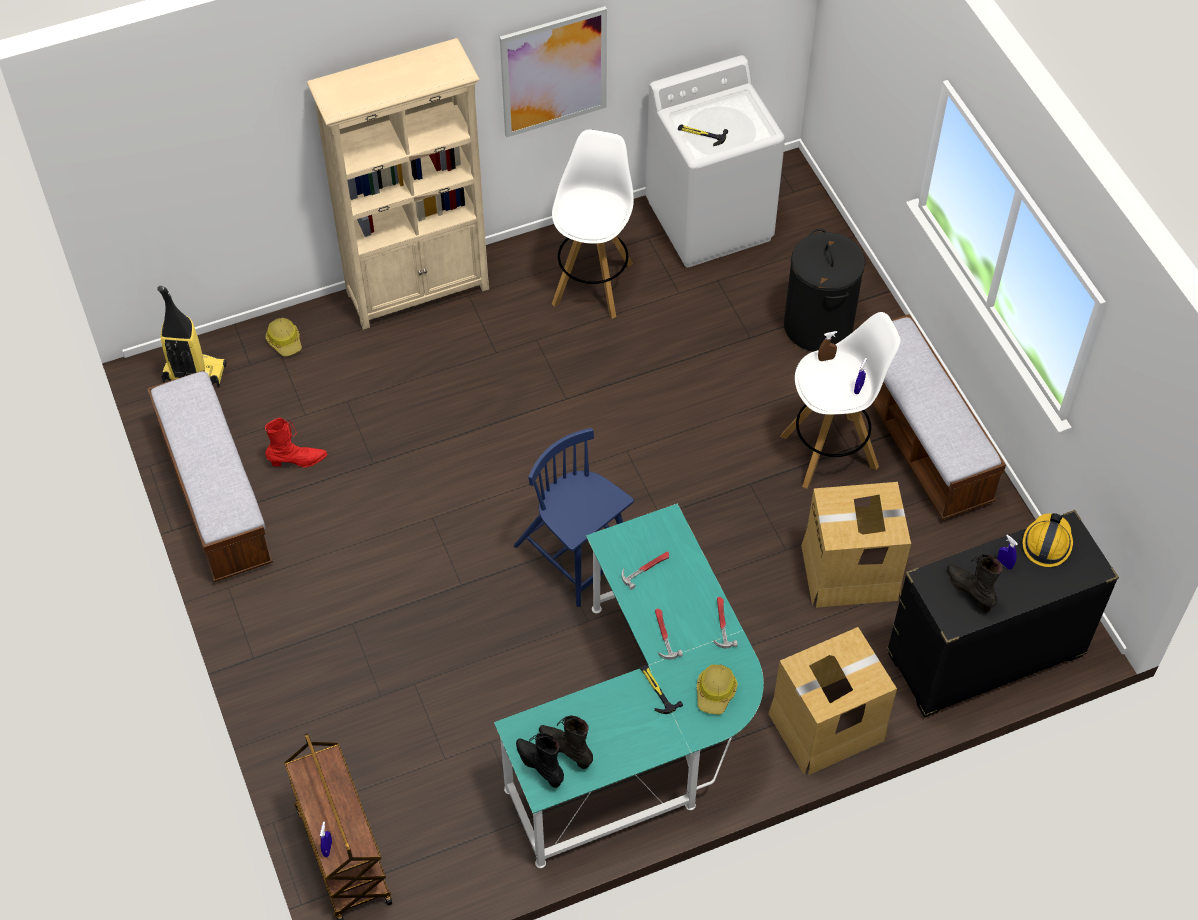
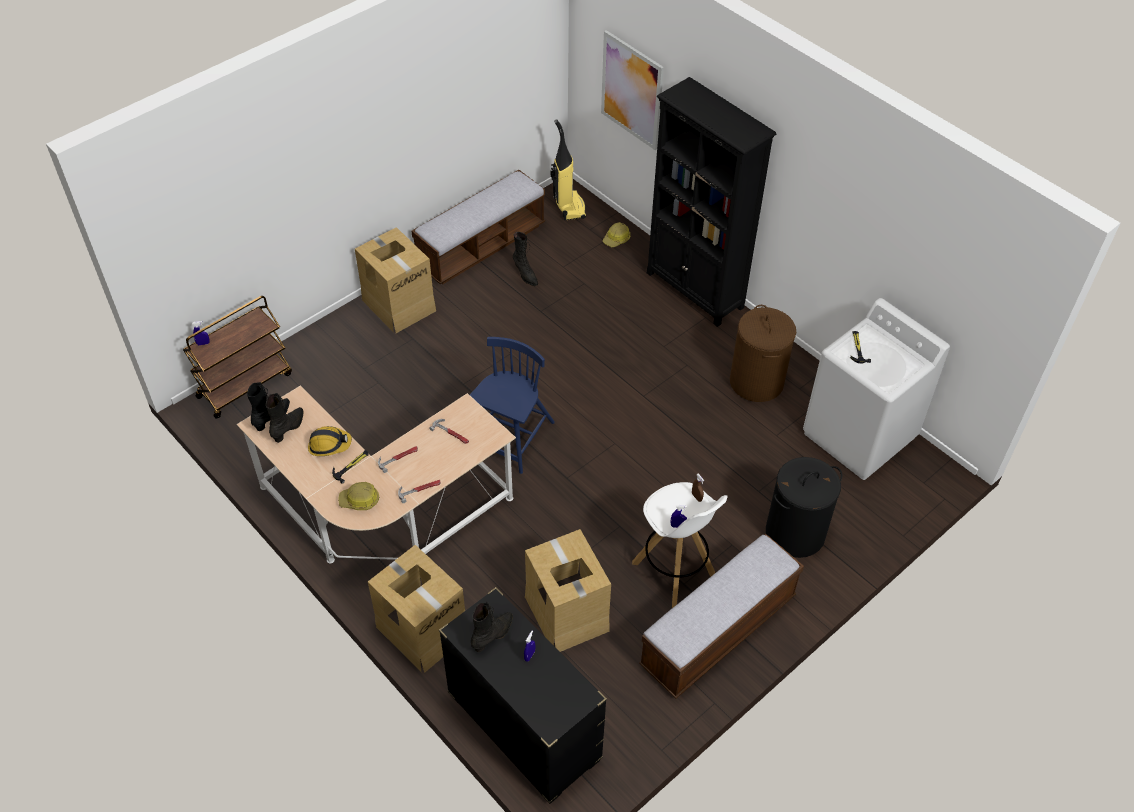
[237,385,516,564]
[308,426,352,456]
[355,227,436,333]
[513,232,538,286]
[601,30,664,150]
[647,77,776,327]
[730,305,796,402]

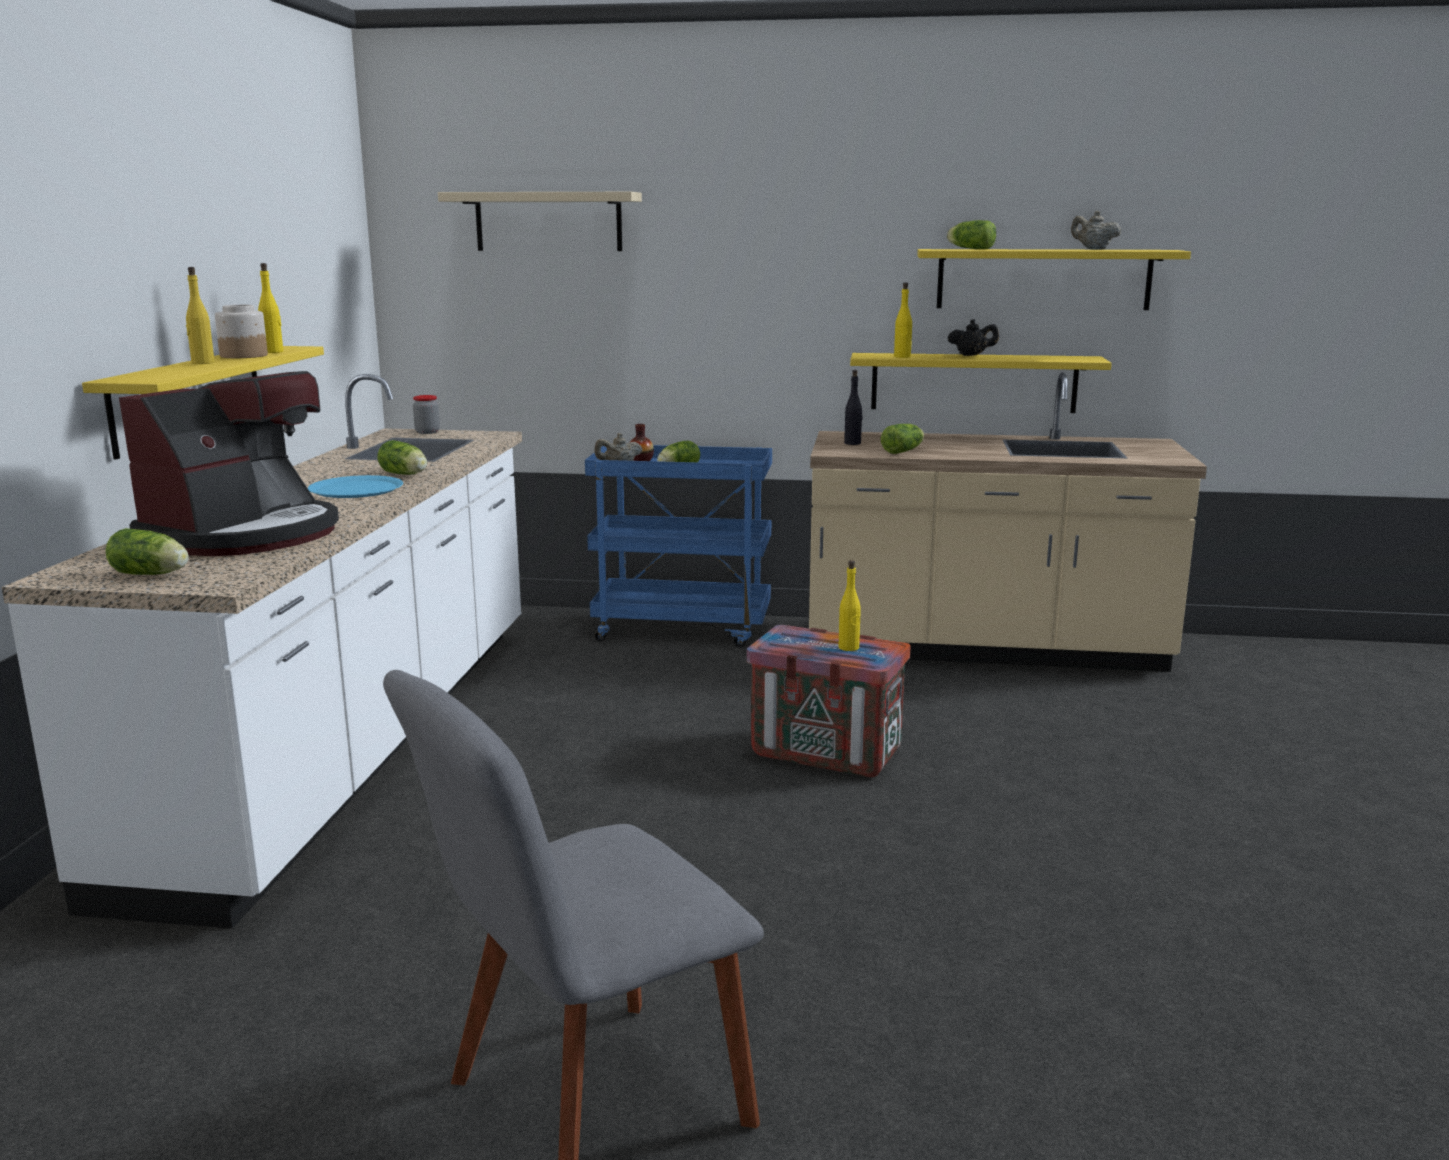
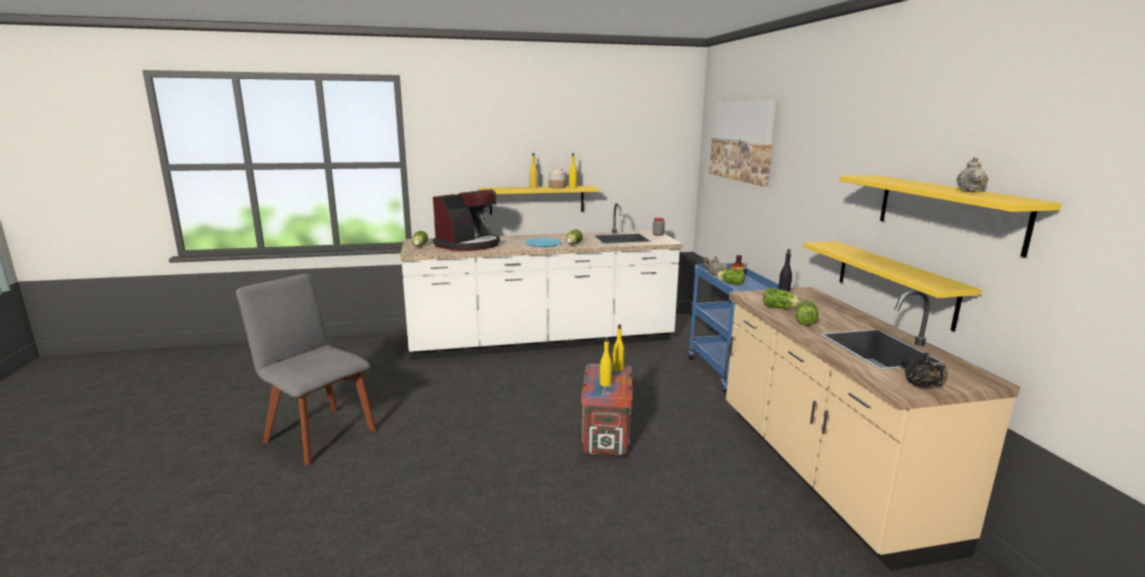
[433,190,500,251]
[613,324,624,371]
[709,101,777,186]
[795,300,819,325]
[900,353,948,388]

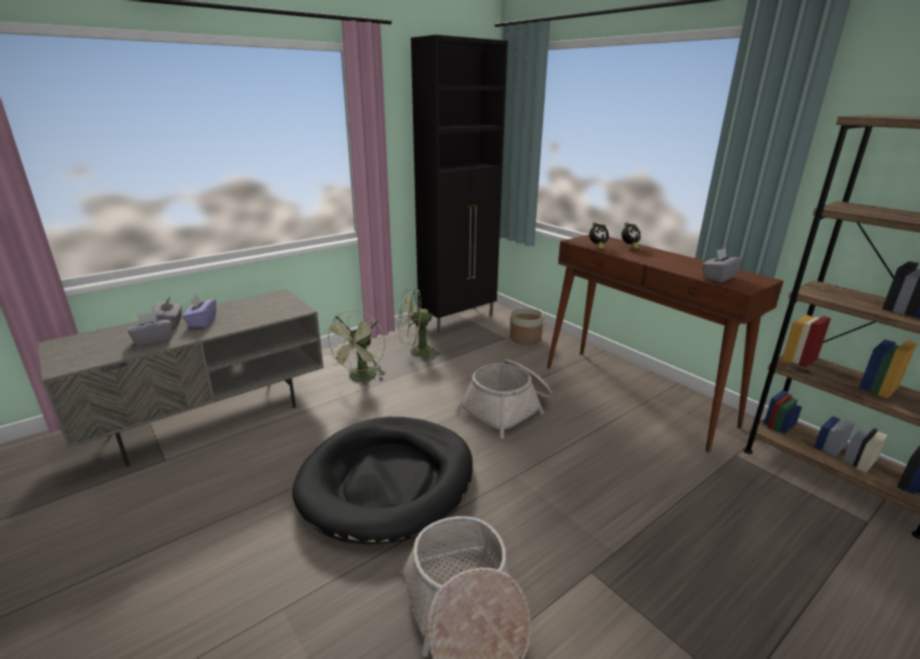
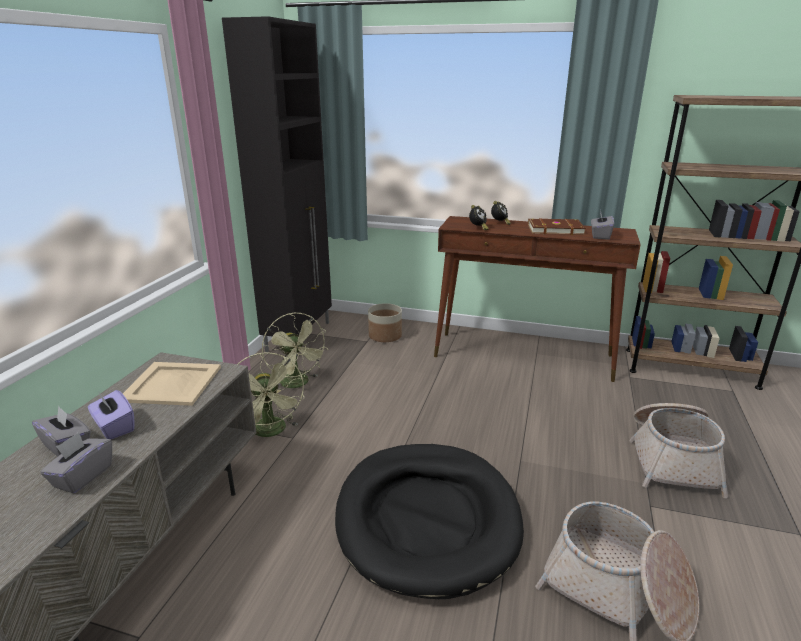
[123,362,221,406]
[262,313,328,394]
[528,218,586,235]
[629,403,728,498]

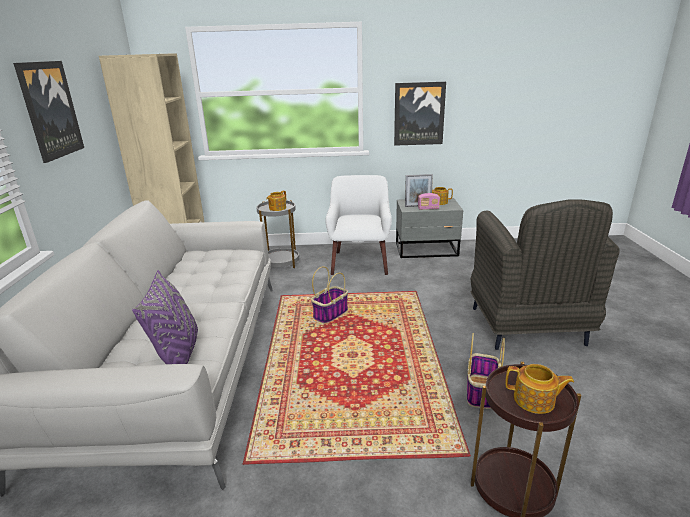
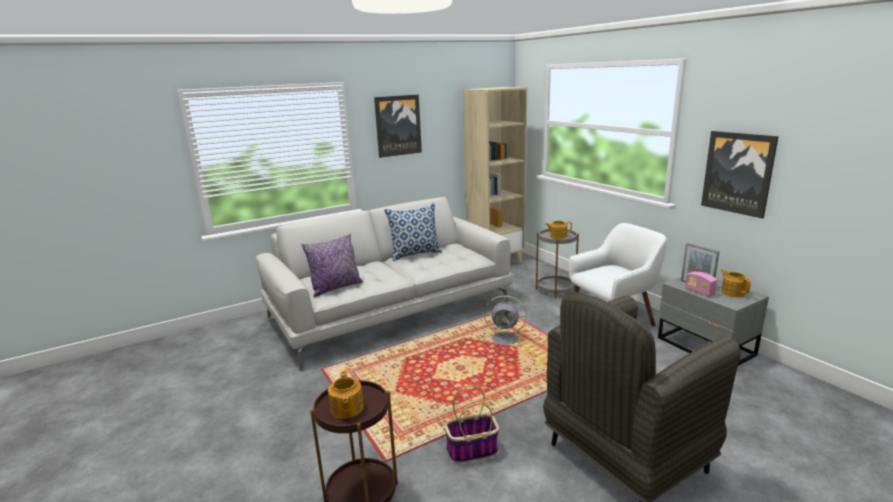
[384,202,442,261]
[484,295,527,347]

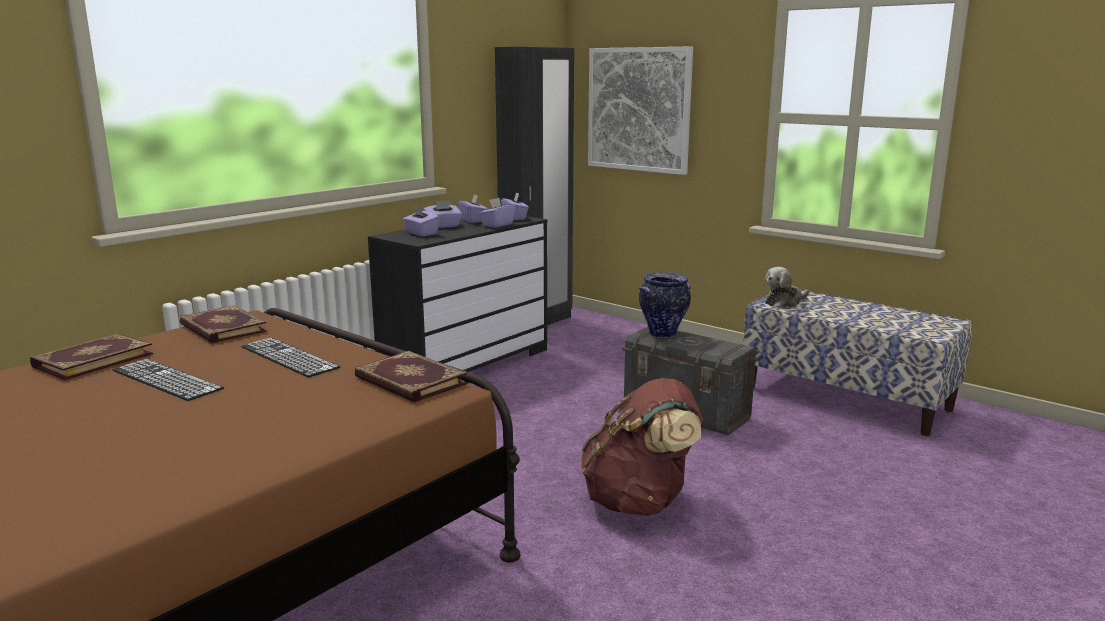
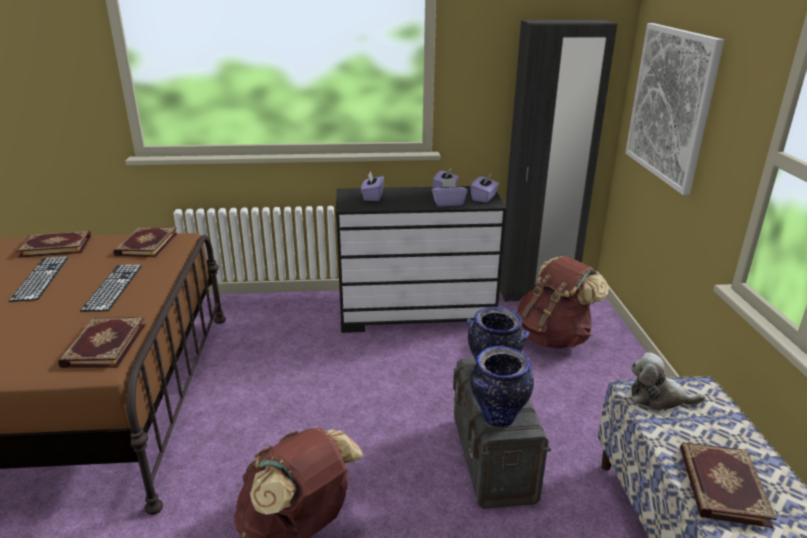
[470,346,534,427]
[517,256,609,349]
[680,442,777,528]
[424,200,462,228] (first image)

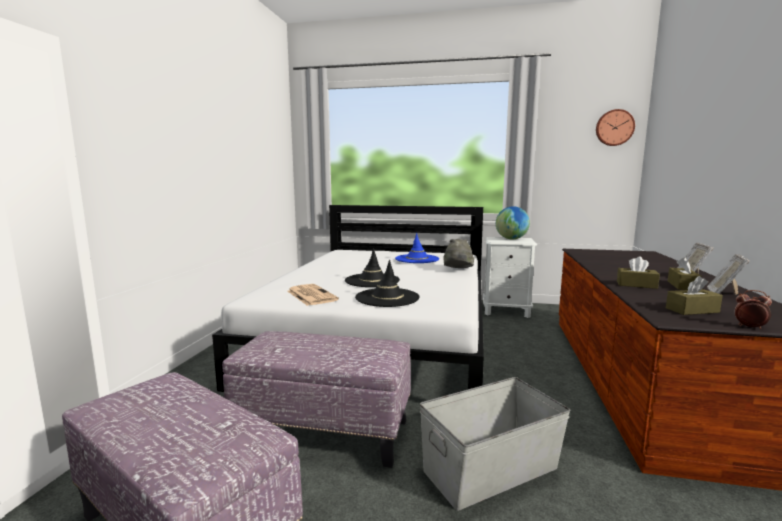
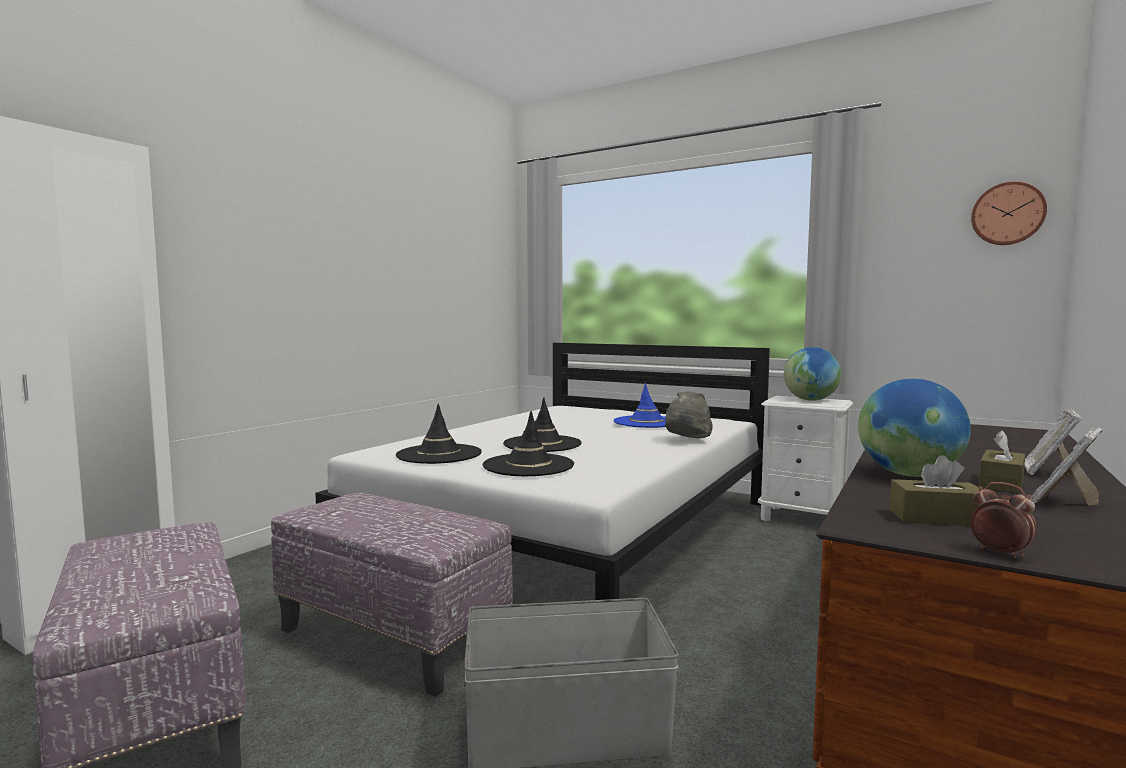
[396,404,482,464]
[858,379,971,477]

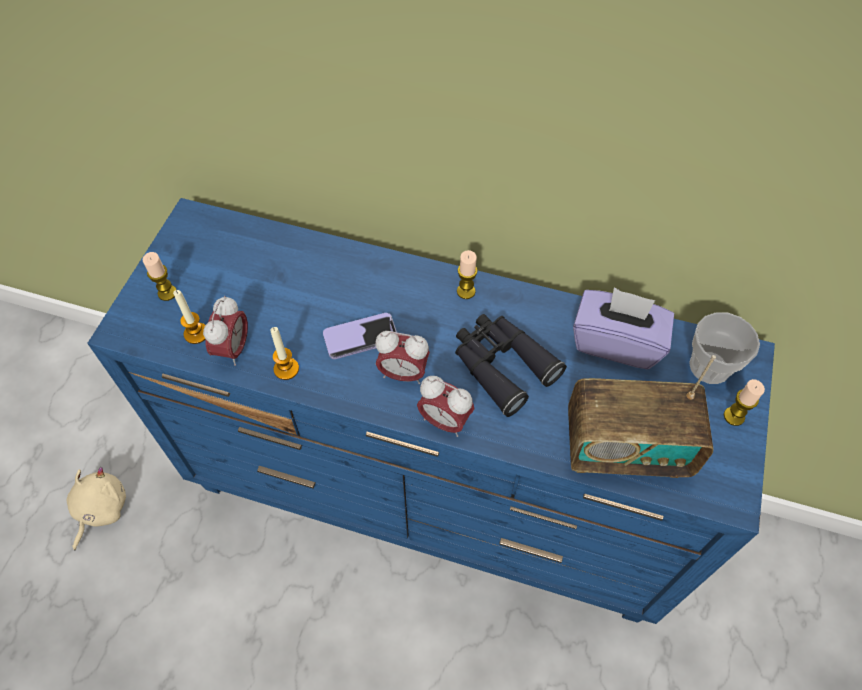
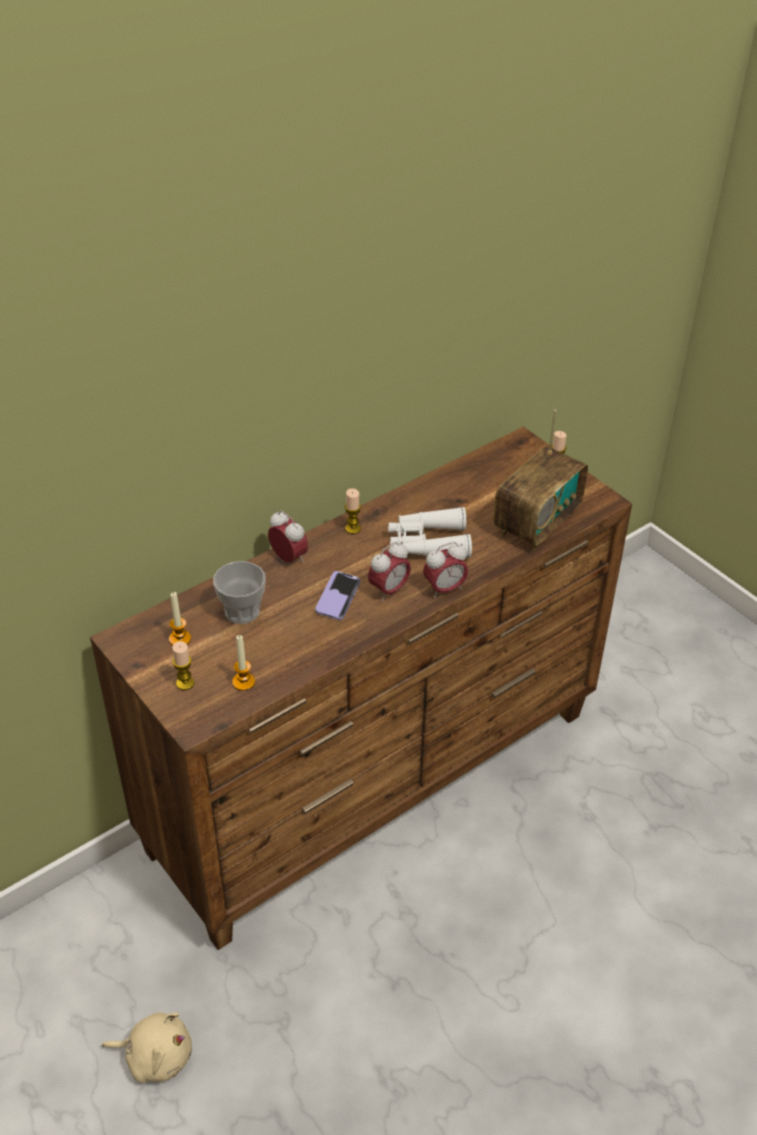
[90,426,632,950]
[102,1012,192,1083]
[169,592,191,645]
[213,561,266,624]
[268,511,308,563]
[388,507,472,558]
[573,288,674,369] (first image)

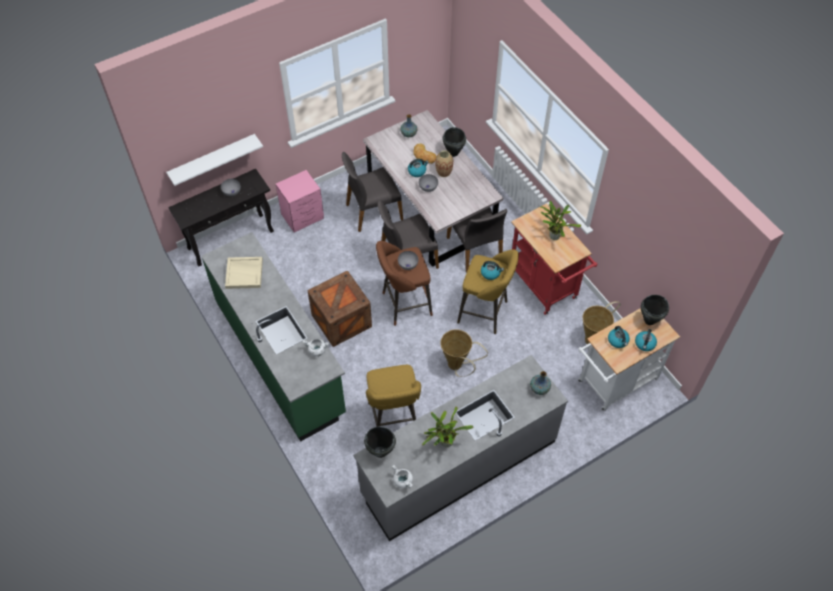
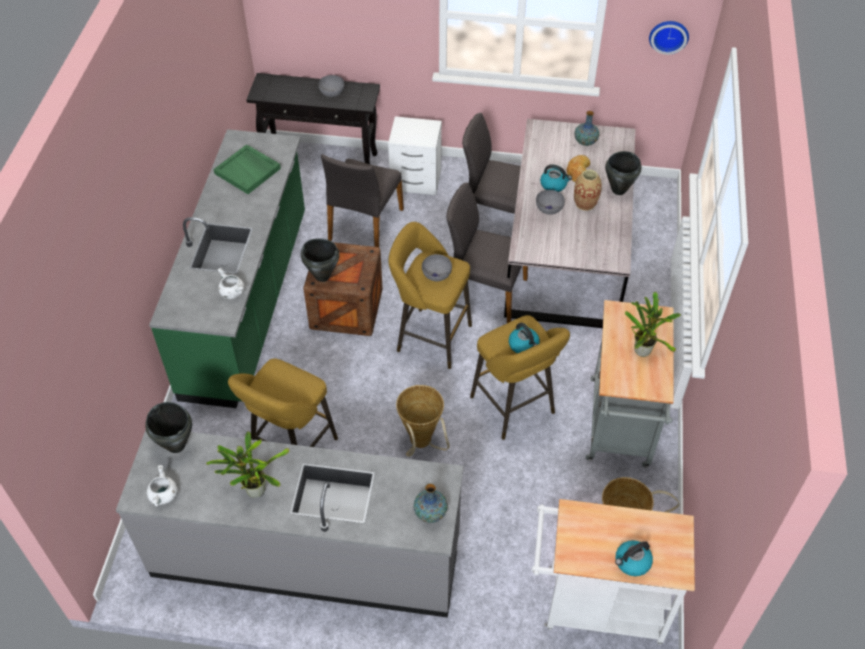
[214,144,281,194]
[301,238,340,282]
[321,154,404,247]
[388,116,442,195]
[388,222,472,369]
[586,300,673,468]
[649,21,689,55]
[166,134,263,186] (first image)
[608,326,630,348] (first image)

